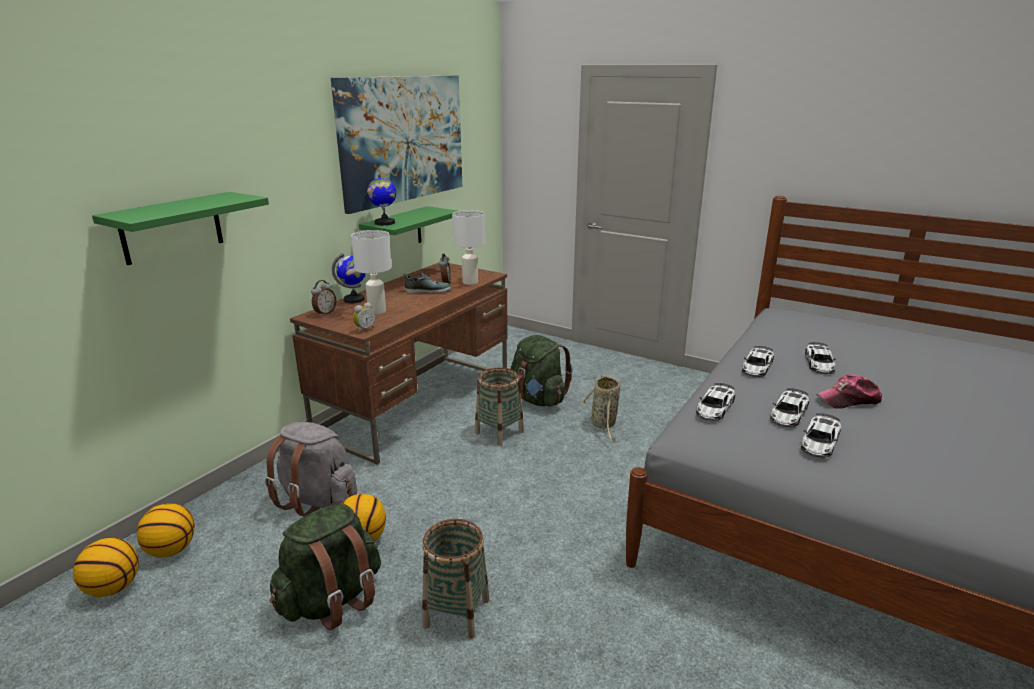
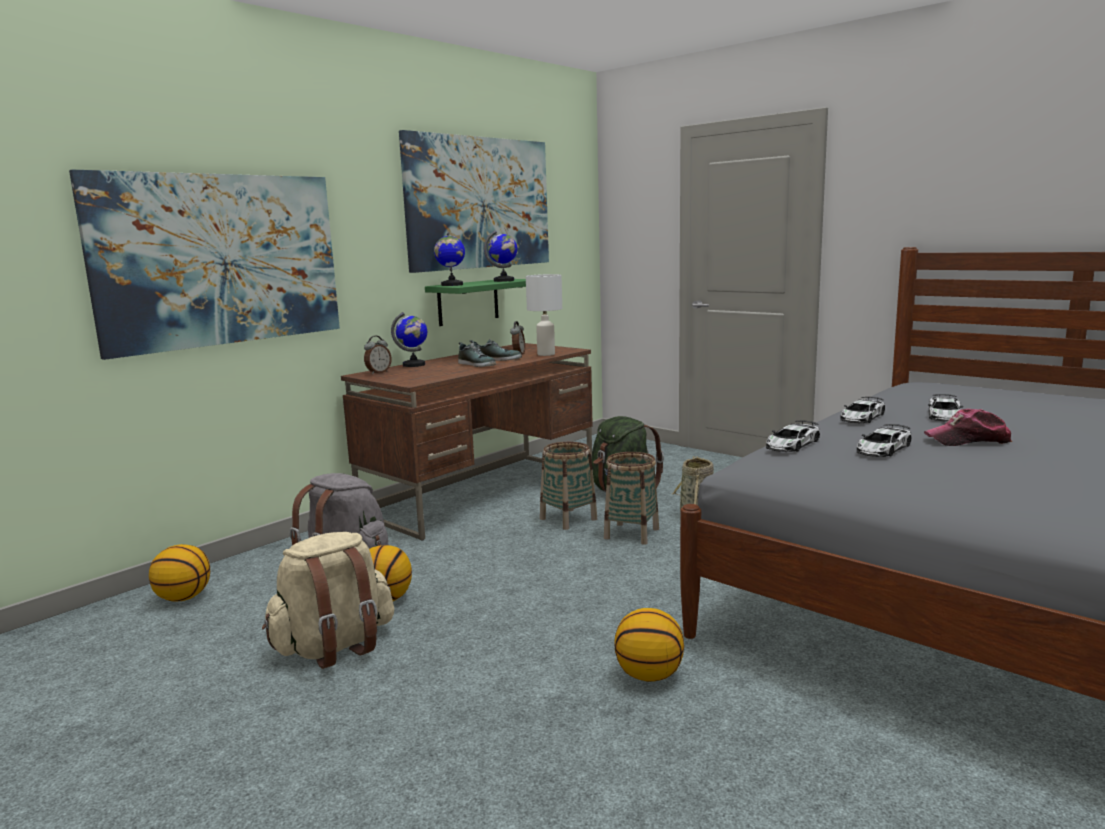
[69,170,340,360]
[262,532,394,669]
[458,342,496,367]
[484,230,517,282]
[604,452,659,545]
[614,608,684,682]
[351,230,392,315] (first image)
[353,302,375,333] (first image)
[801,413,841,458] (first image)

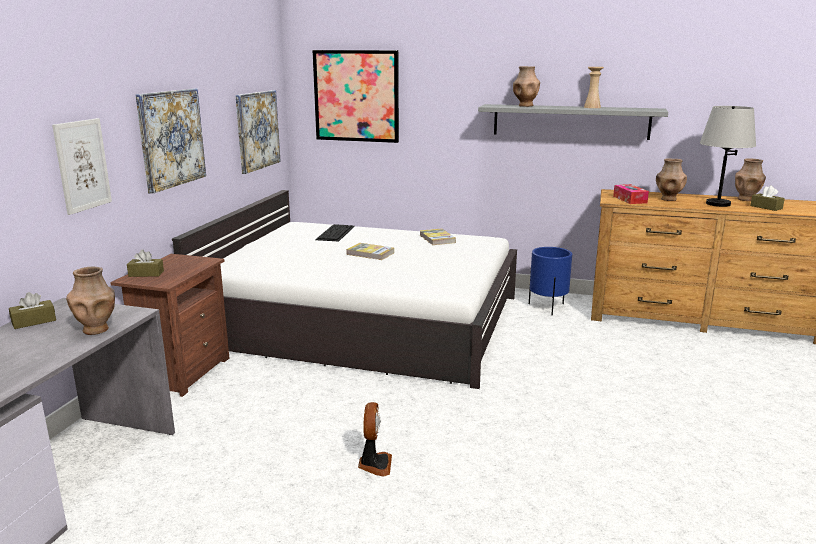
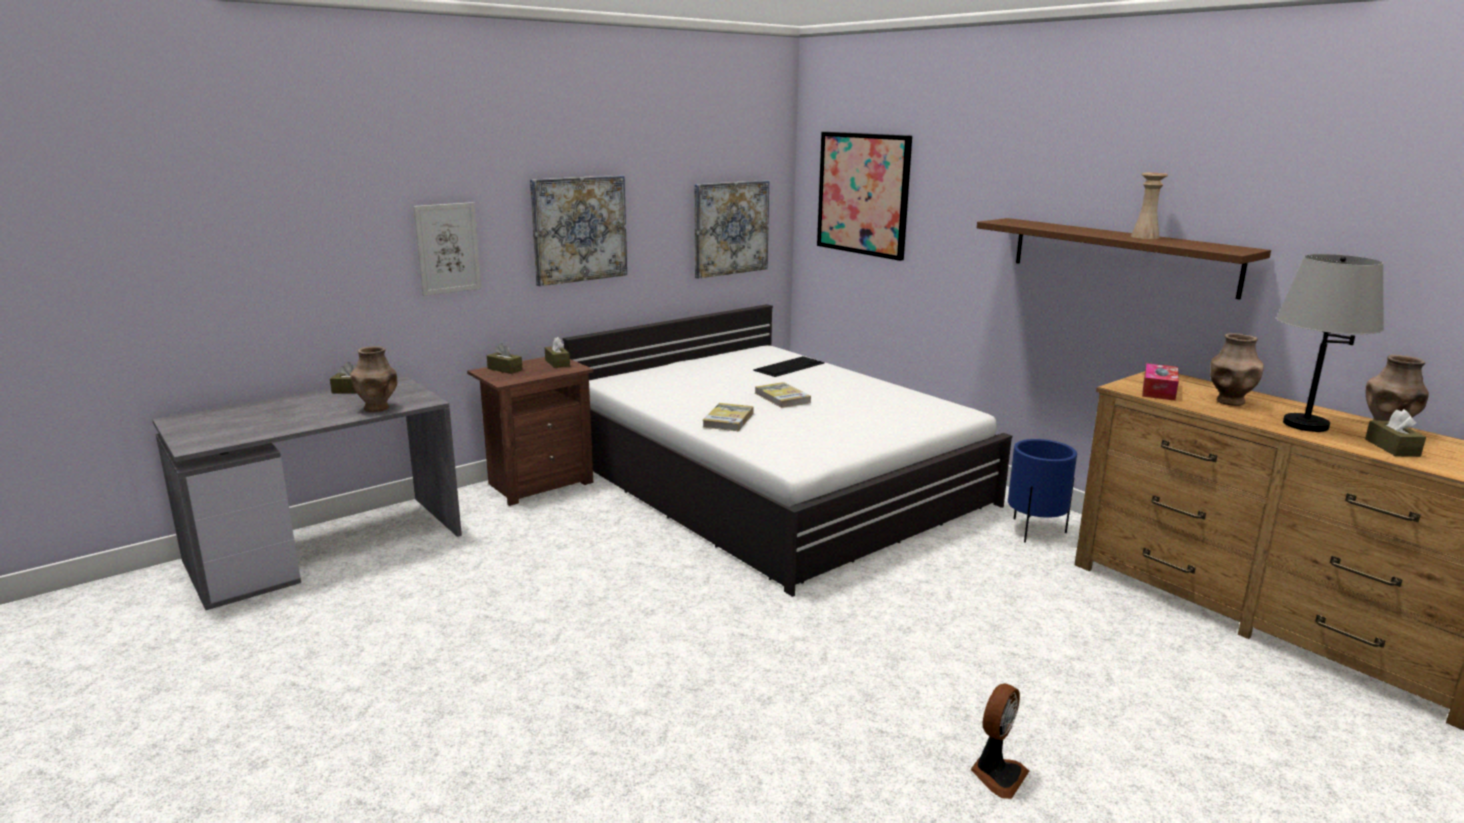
[545,337,570,368]
[703,403,754,431]
[971,684,1029,799]
[977,218,1271,300]
[513,66,540,107] (first image)

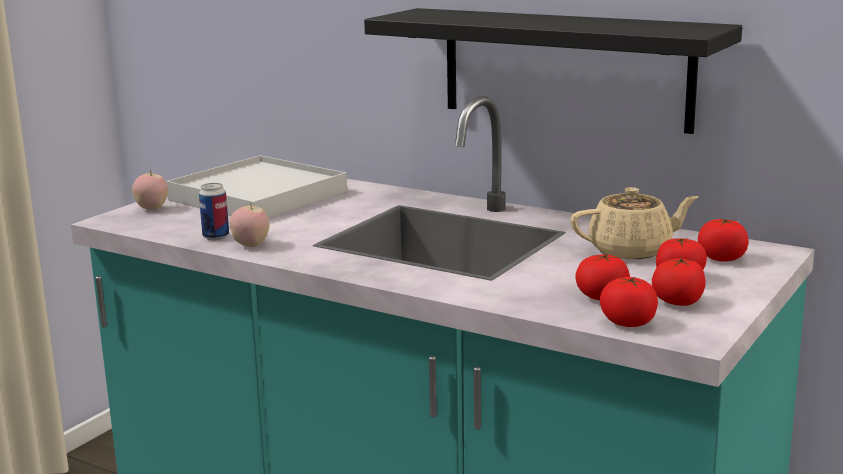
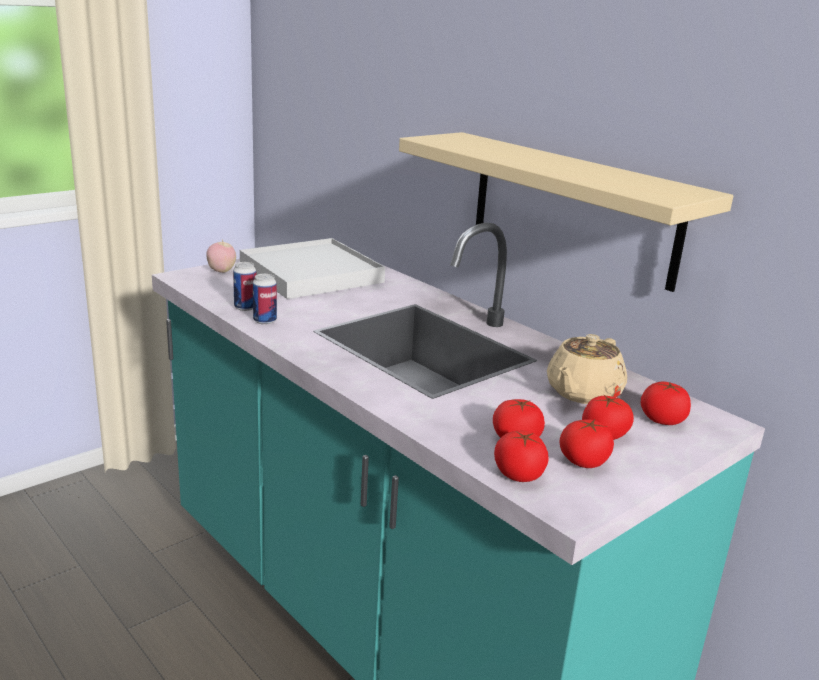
[253,274,277,325]
[399,132,733,292]
[547,334,627,404]

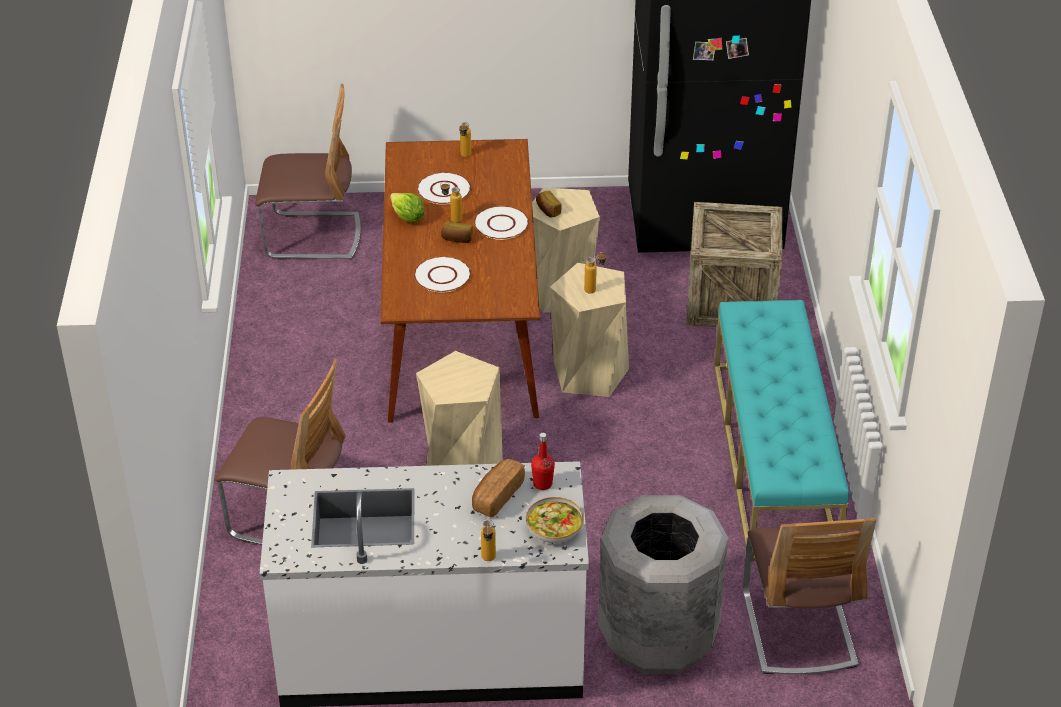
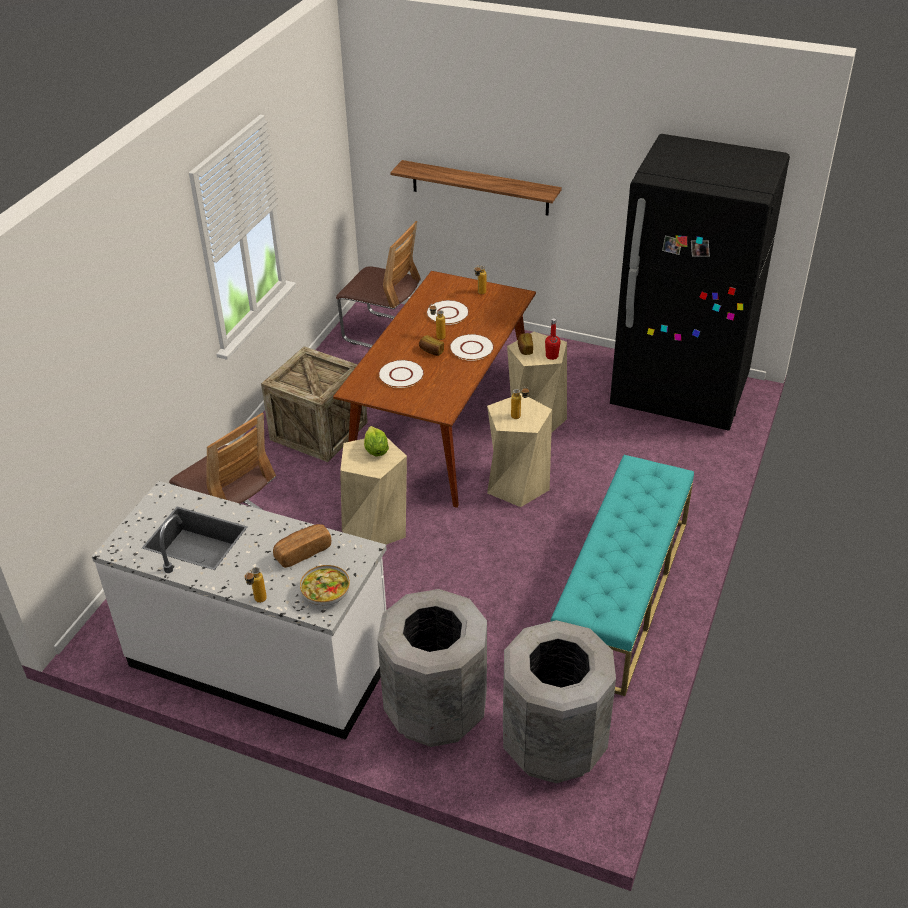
[261,346,368,462]
[364,426,389,456]
[390,160,562,215]
[503,620,616,783]
[545,318,561,360]

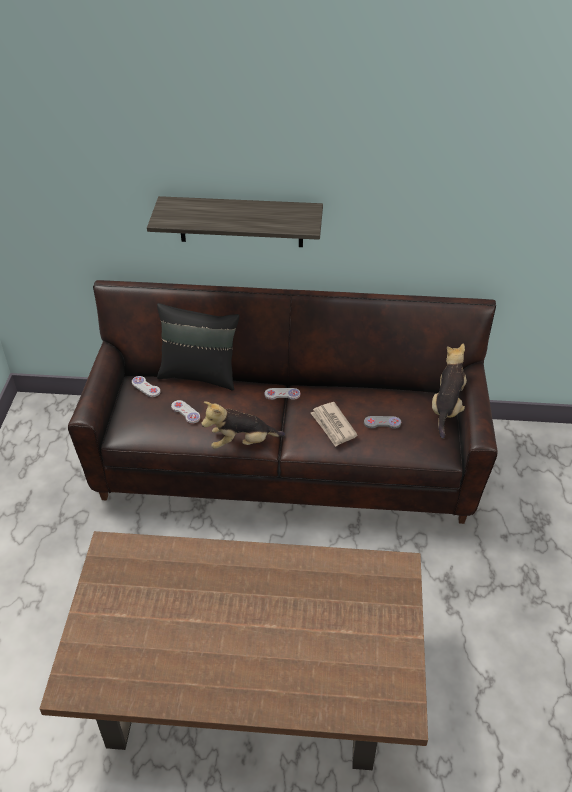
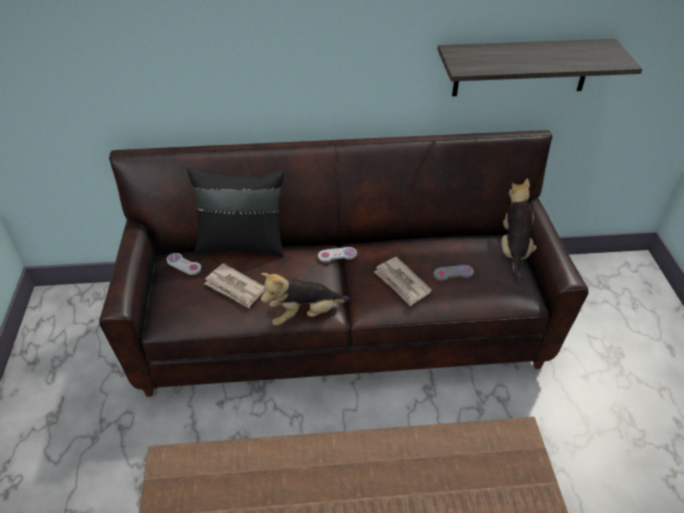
[204,263,265,308]
[437,39,642,96]

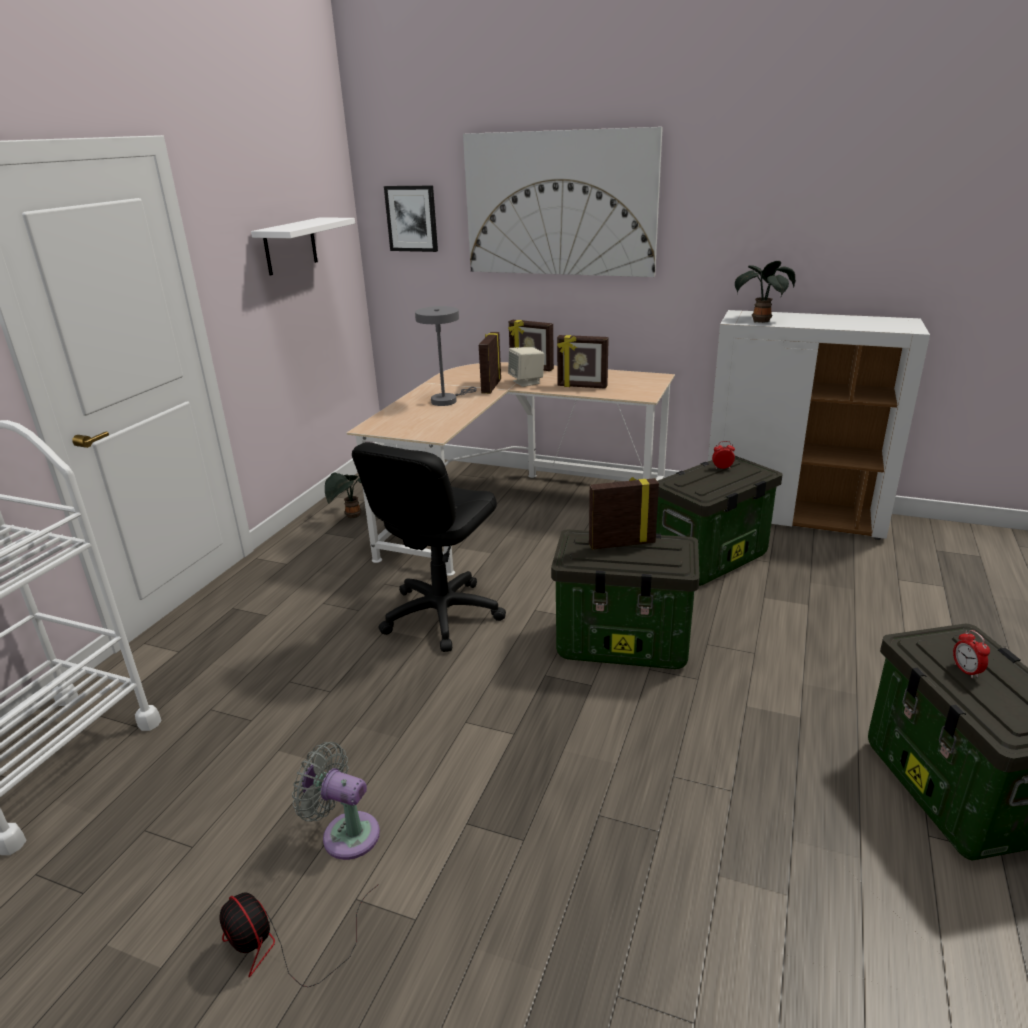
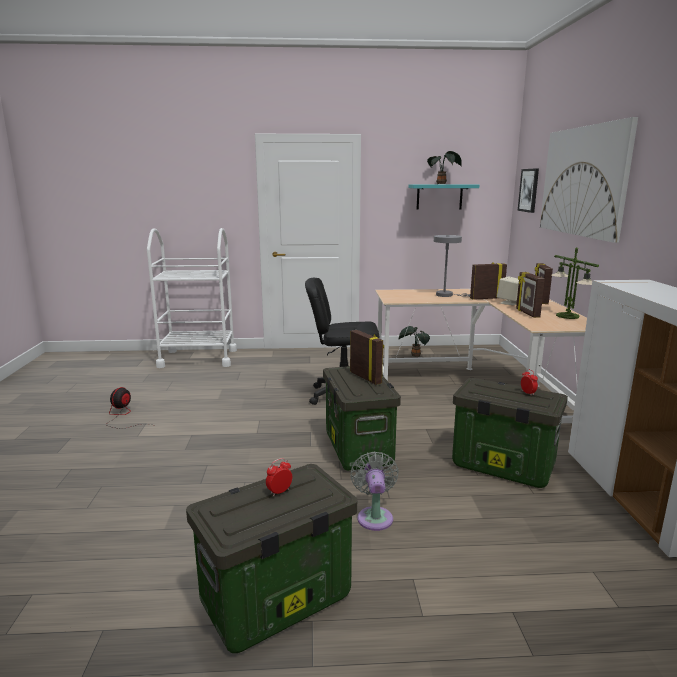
[351,451,399,531]
[408,184,479,210]
[427,151,462,184]
[552,248,599,319]

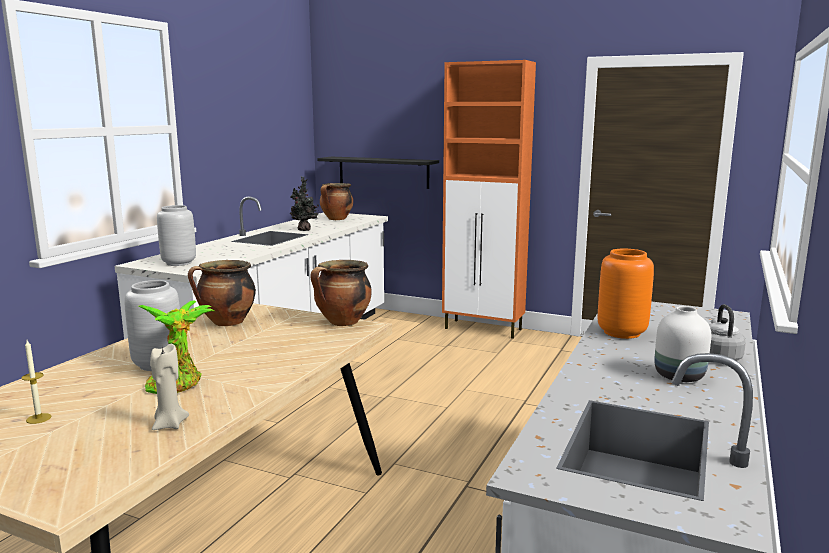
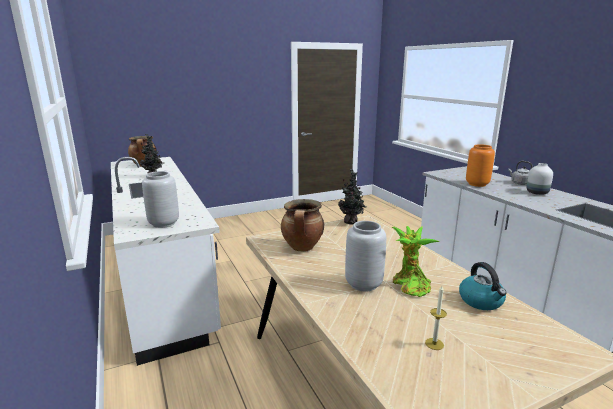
[338,169,367,225]
[459,262,507,310]
[317,157,439,189] (first image)
[442,60,536,339] (first image)

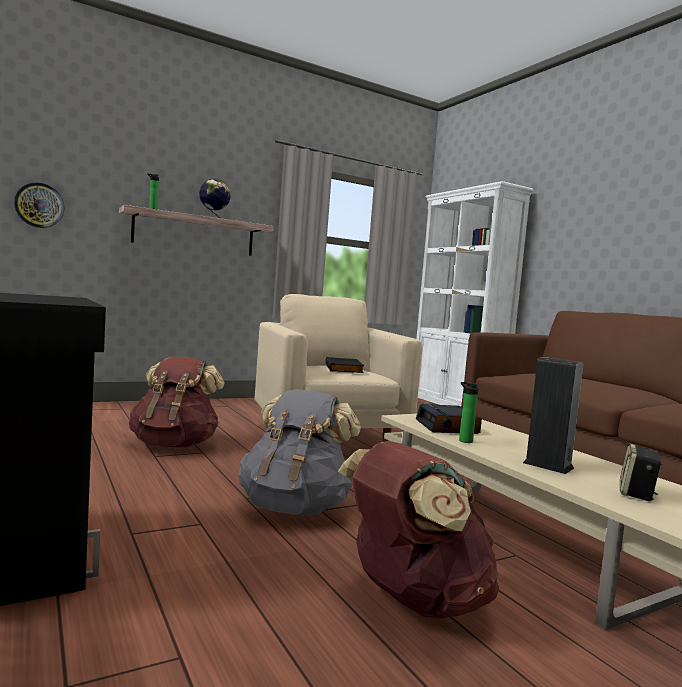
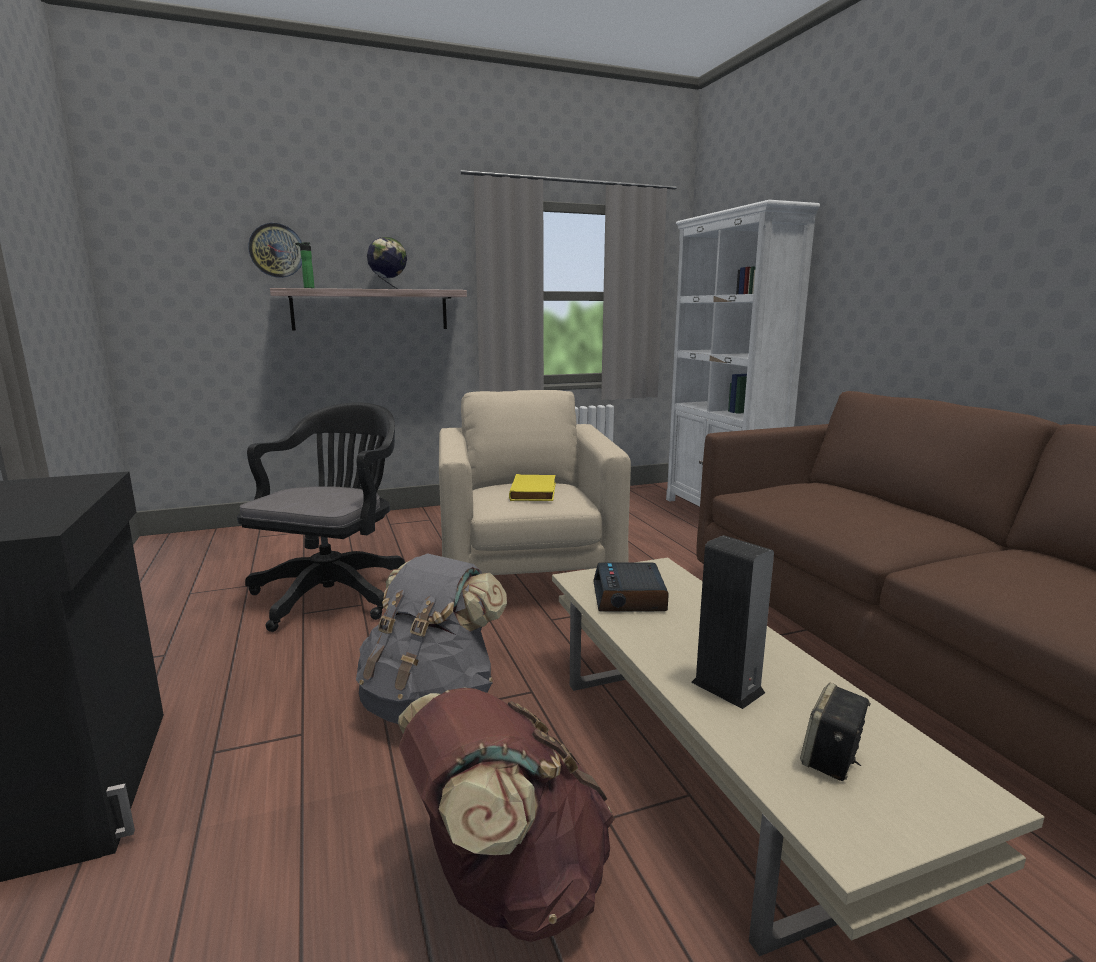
[237,402,405,632]
[248,223,302,278]
[509,474,556,501]
[459,382,479,443] (first image)

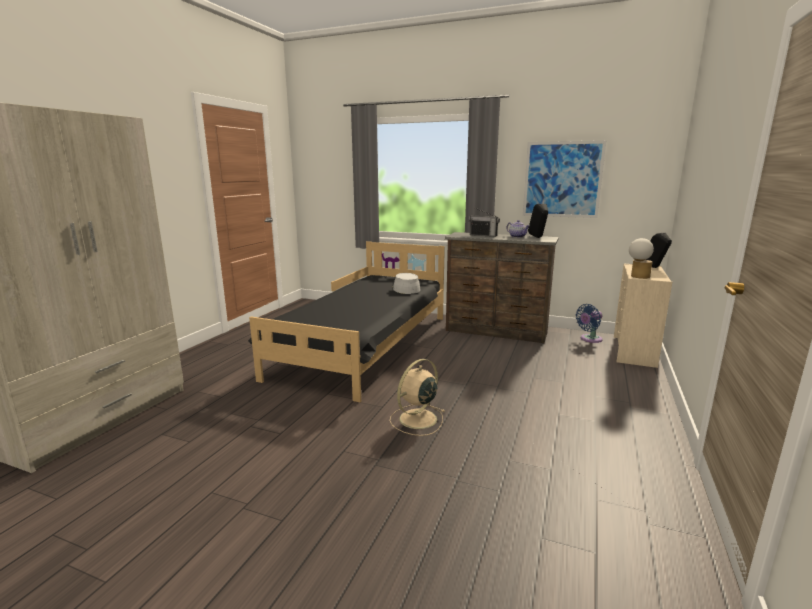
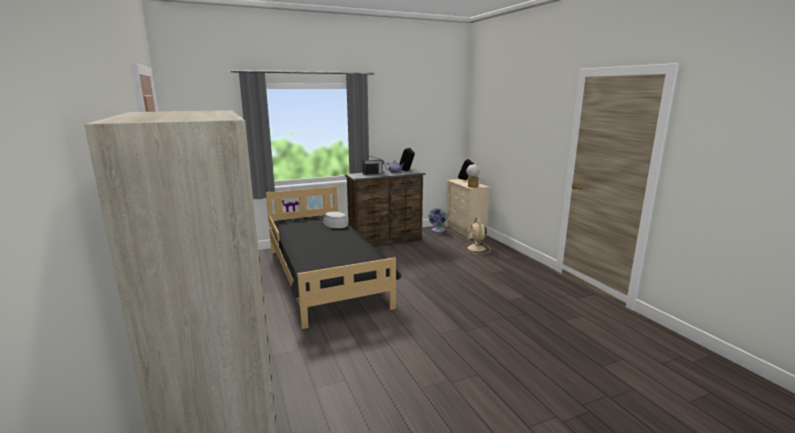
[463,218,491,254]
[523,140,606,218] (first image)

